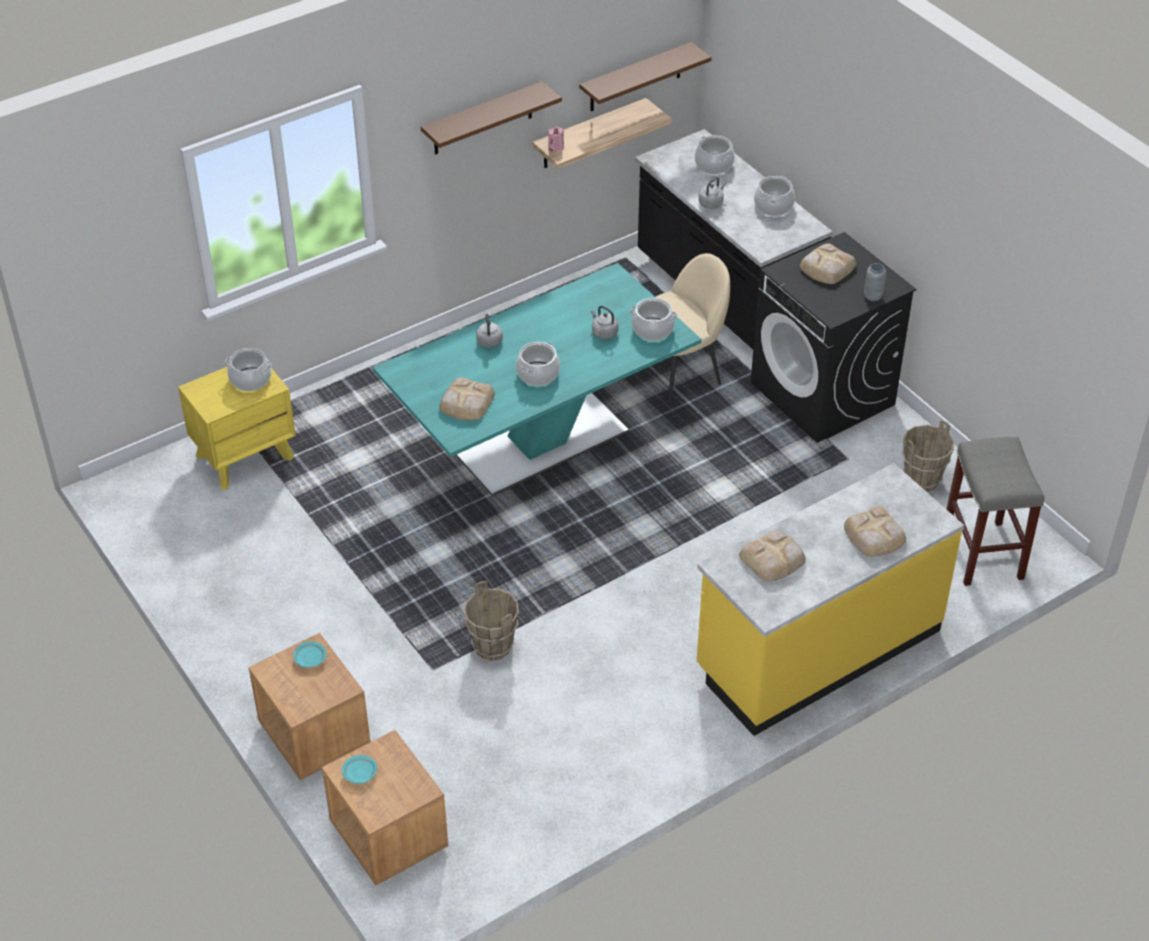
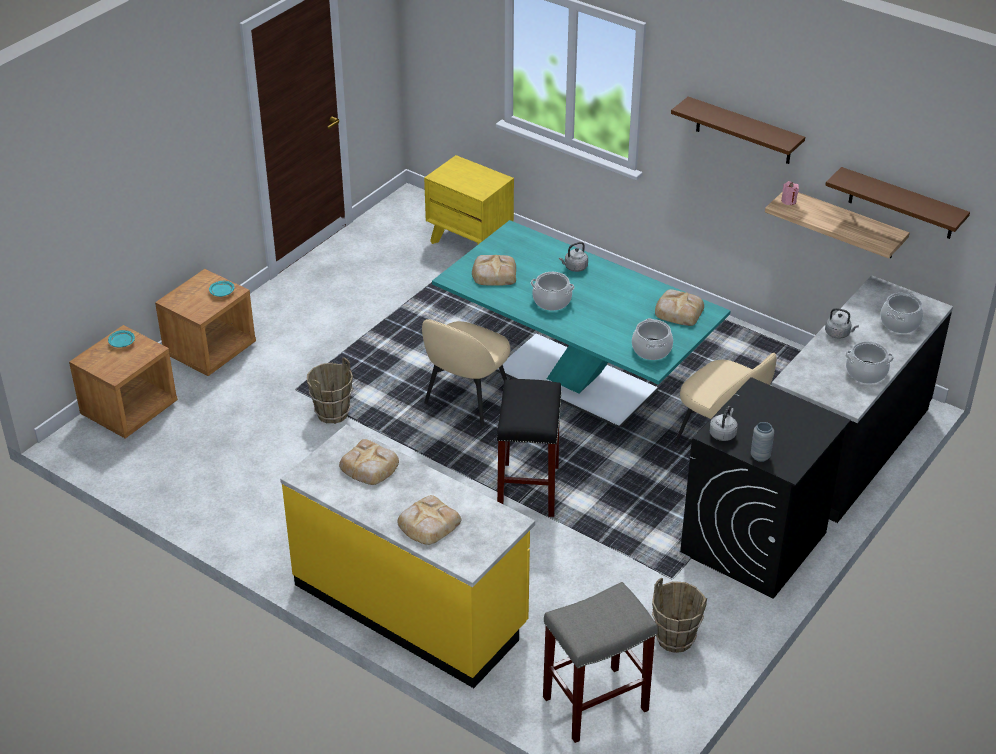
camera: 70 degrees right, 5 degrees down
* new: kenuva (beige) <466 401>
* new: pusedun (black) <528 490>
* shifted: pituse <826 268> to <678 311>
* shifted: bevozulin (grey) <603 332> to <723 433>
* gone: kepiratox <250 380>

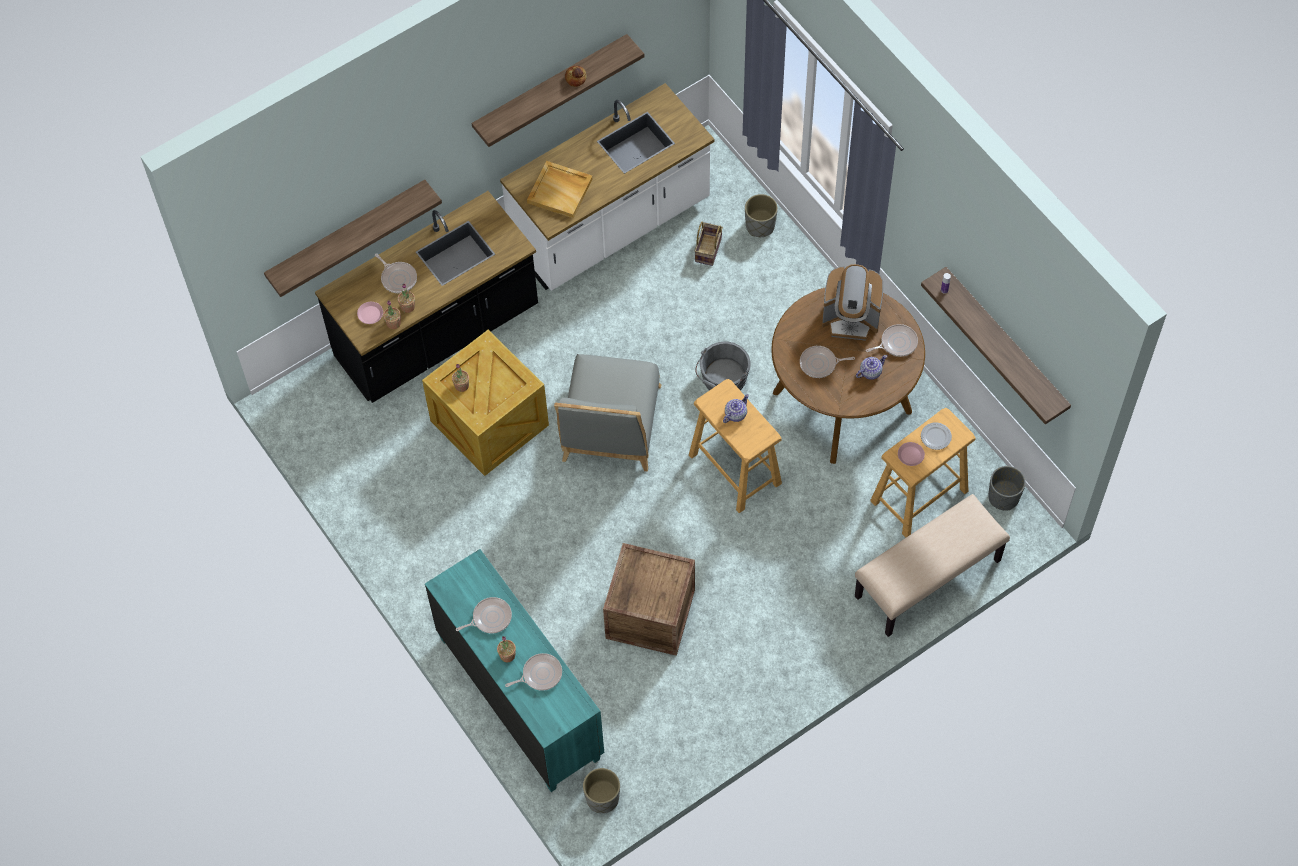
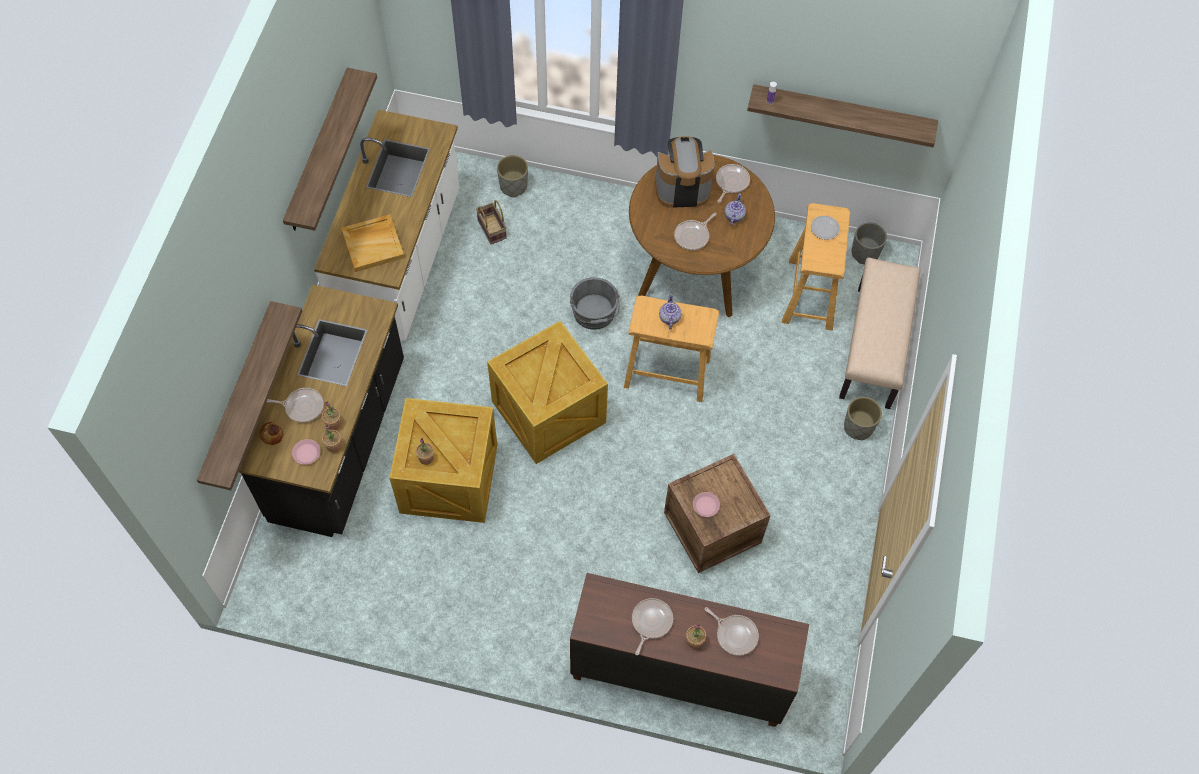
camera: 45 degrees left, 0 degrees up
* shifted: pituse <576 78> to <272 435>
* swapped: kenuva (grey) <610 430> to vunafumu <548 413>
* repainted: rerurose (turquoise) <520 697> to rerurose (brown) <679 672>
* rotated: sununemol <851 319> = <682 188> 150 degrees counterclockwise
* shifted: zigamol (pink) <910 455> to <705 506>
* rotated: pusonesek <540 674> = <735 634> 105 degrees clockwise
* shifted: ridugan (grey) <602 798> to <858 427>

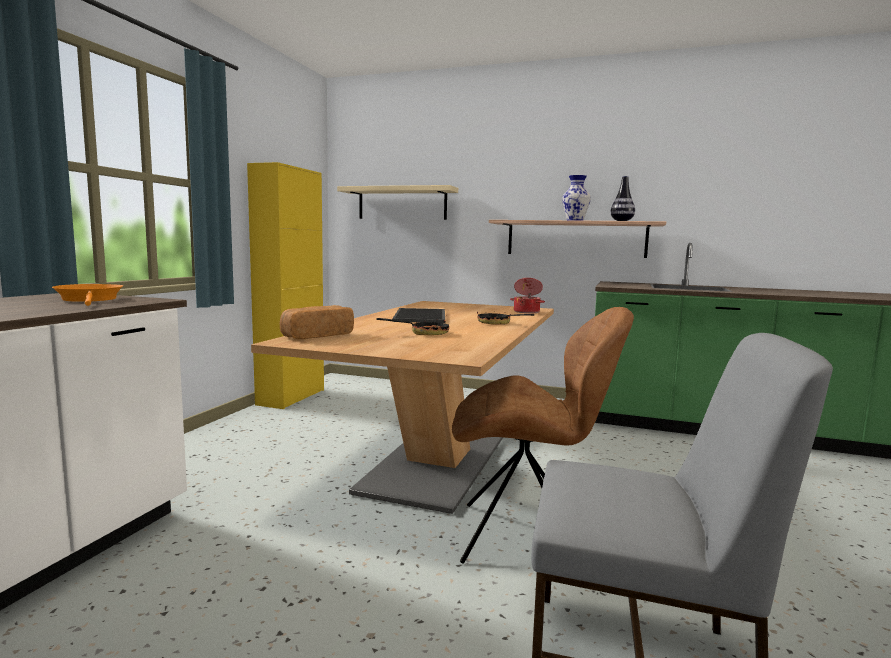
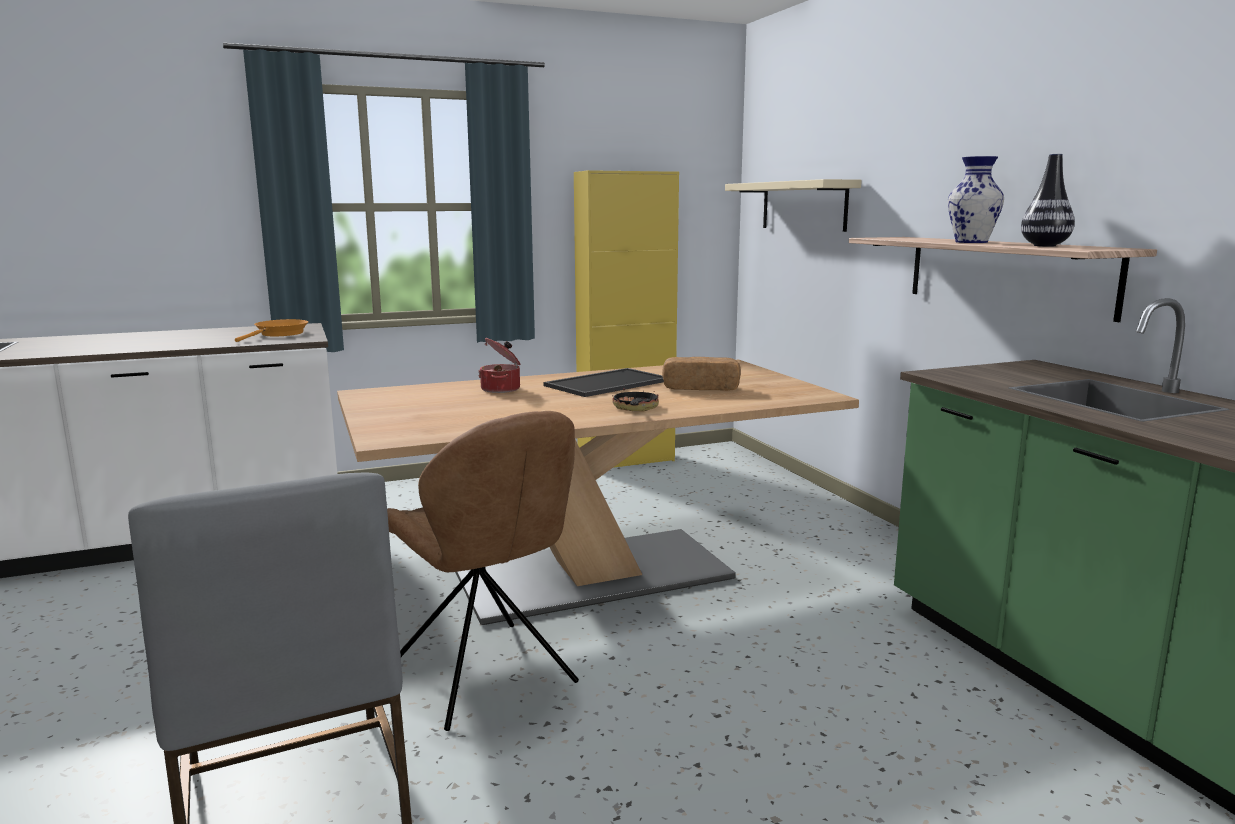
camera: 50 degrees right, 5 degrees up
* shifted: kepiratox <527 312> to <502 389>
* shifted: pituse <317 335> to <700 388>
* gone: pusonesek <423 333>

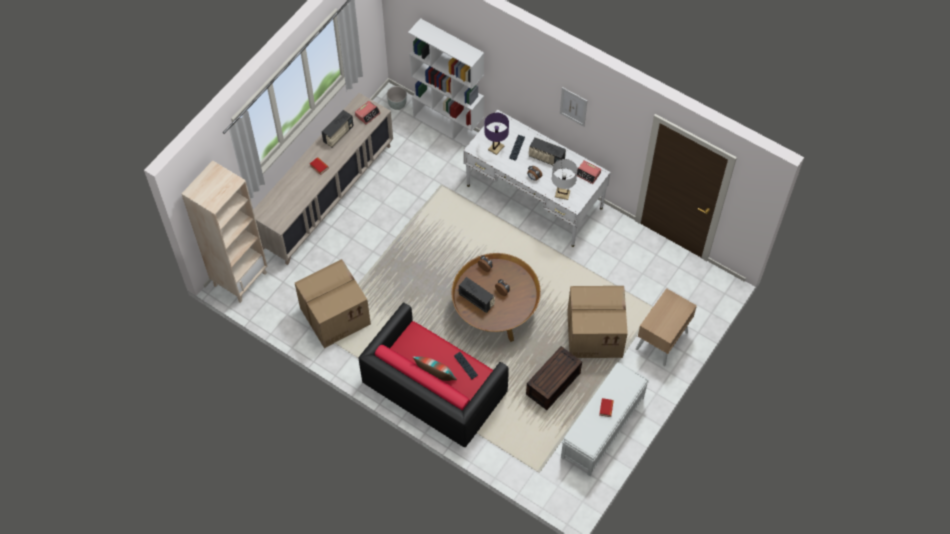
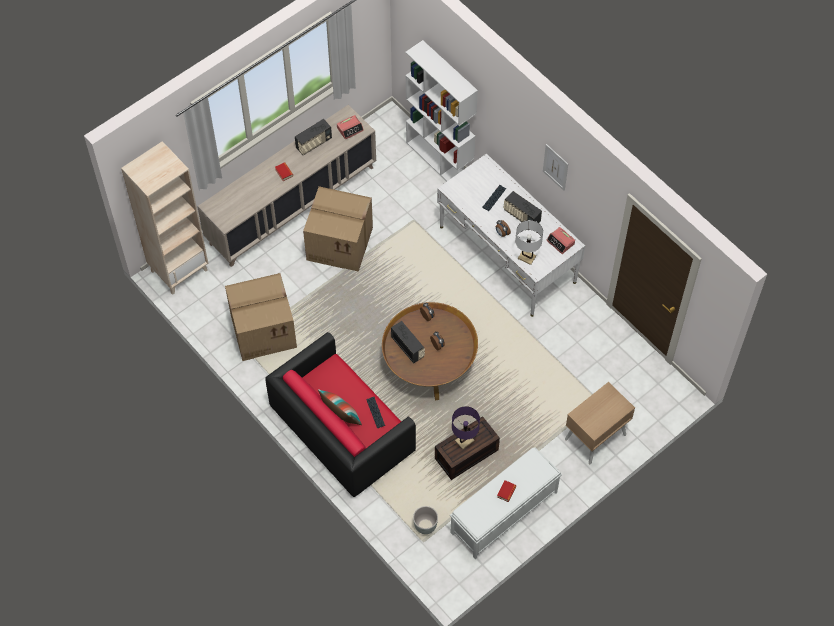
camera: 15 degrees right, 0 degrees up
* shifted: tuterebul <595 333> to <340 243>
* shifted: ridugan (grey) <397 105> to <425 526>
* shifted: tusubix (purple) <496 148> to <464 440>

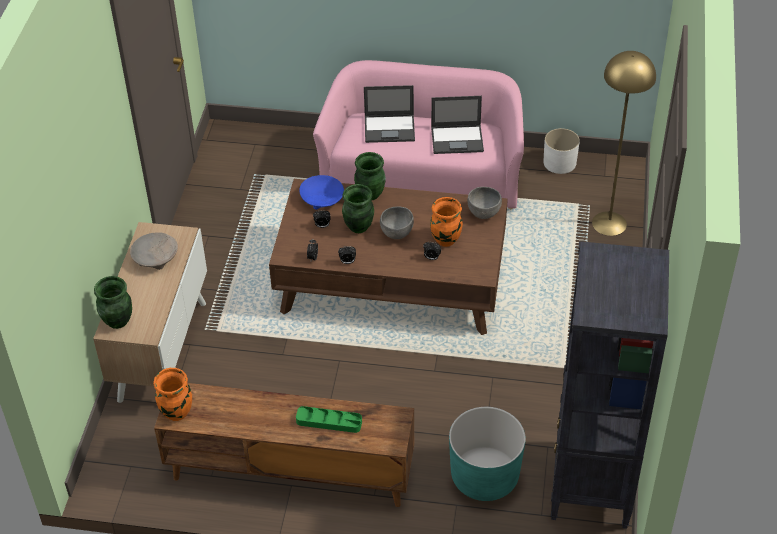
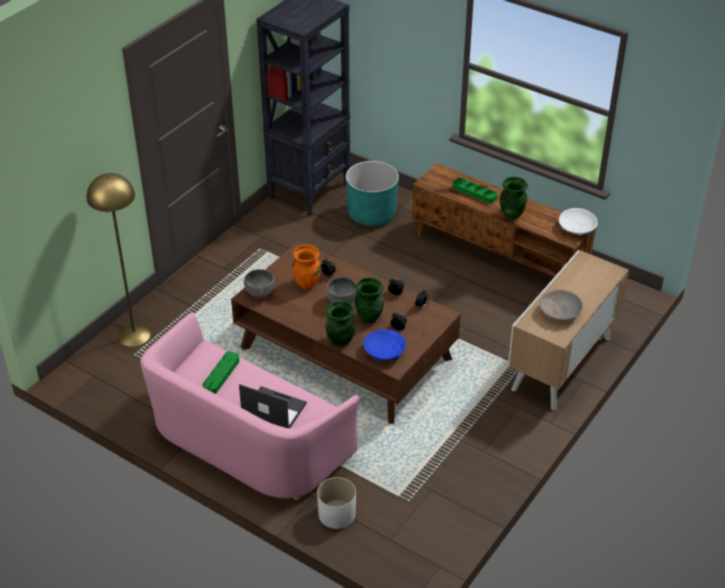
camera: 155 degrees left, 5 degrees down
* swapped: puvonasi <458 139> to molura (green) <221 375>
* shifted: ridugan (white) <560 162> to <336 514>
* shifted: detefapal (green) <118 321> to <511 214>
* swapped: detefapal (orange) <176 413> to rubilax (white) <577 228>

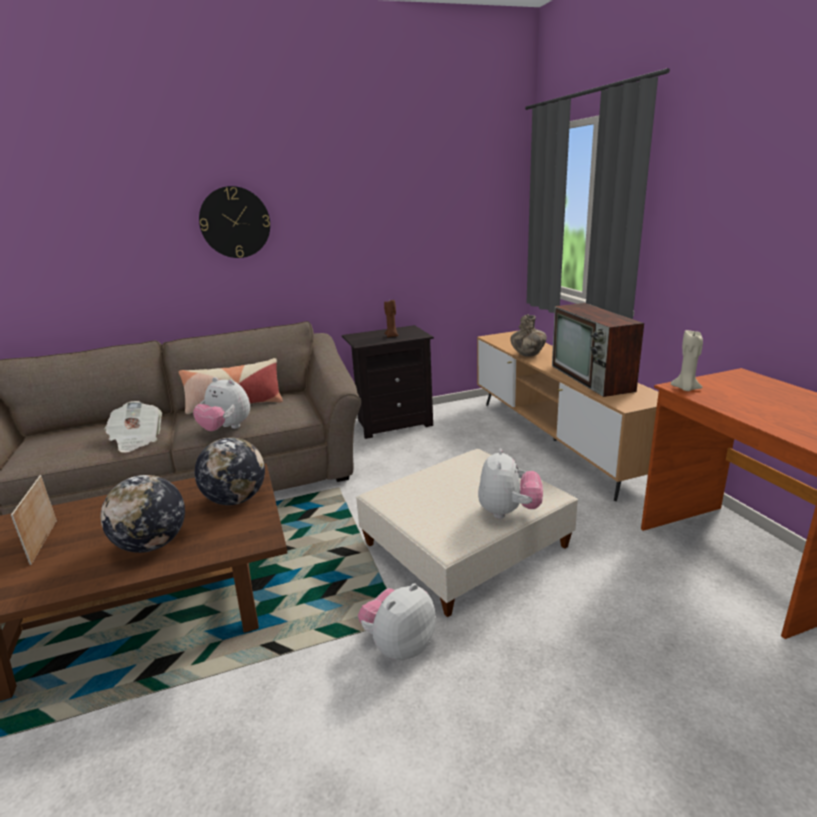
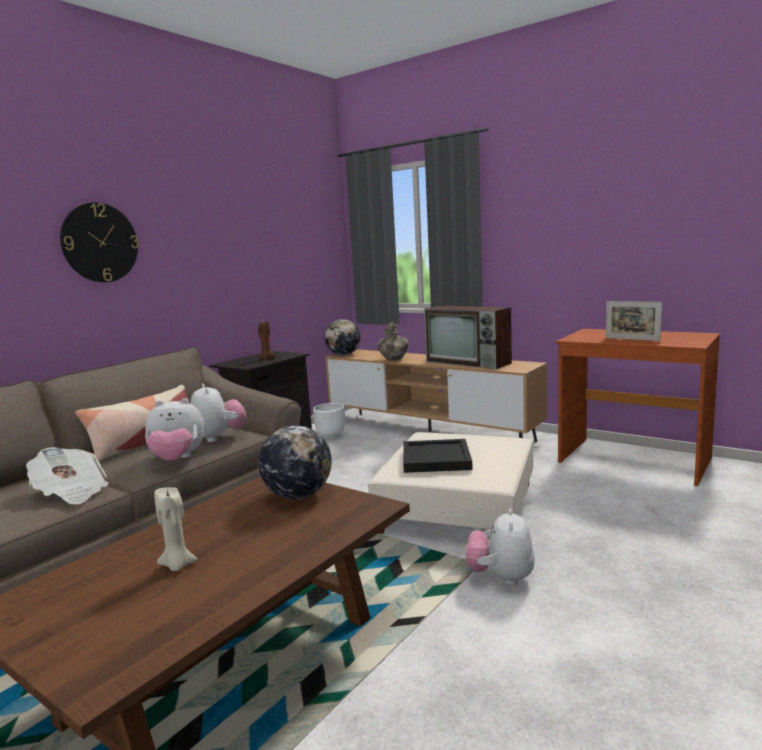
camera: 35 degrees left, 10 degrees down
* shifted: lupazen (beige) <685 389> to <177 565>
* shifted: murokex <508 512> to <219 437>
* new: ridugan (white) <331 436>
* shifted: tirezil <152 545> to <344 355>
* new: molura (black) <435 459>
* shifted: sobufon <44 541> to <632 339>

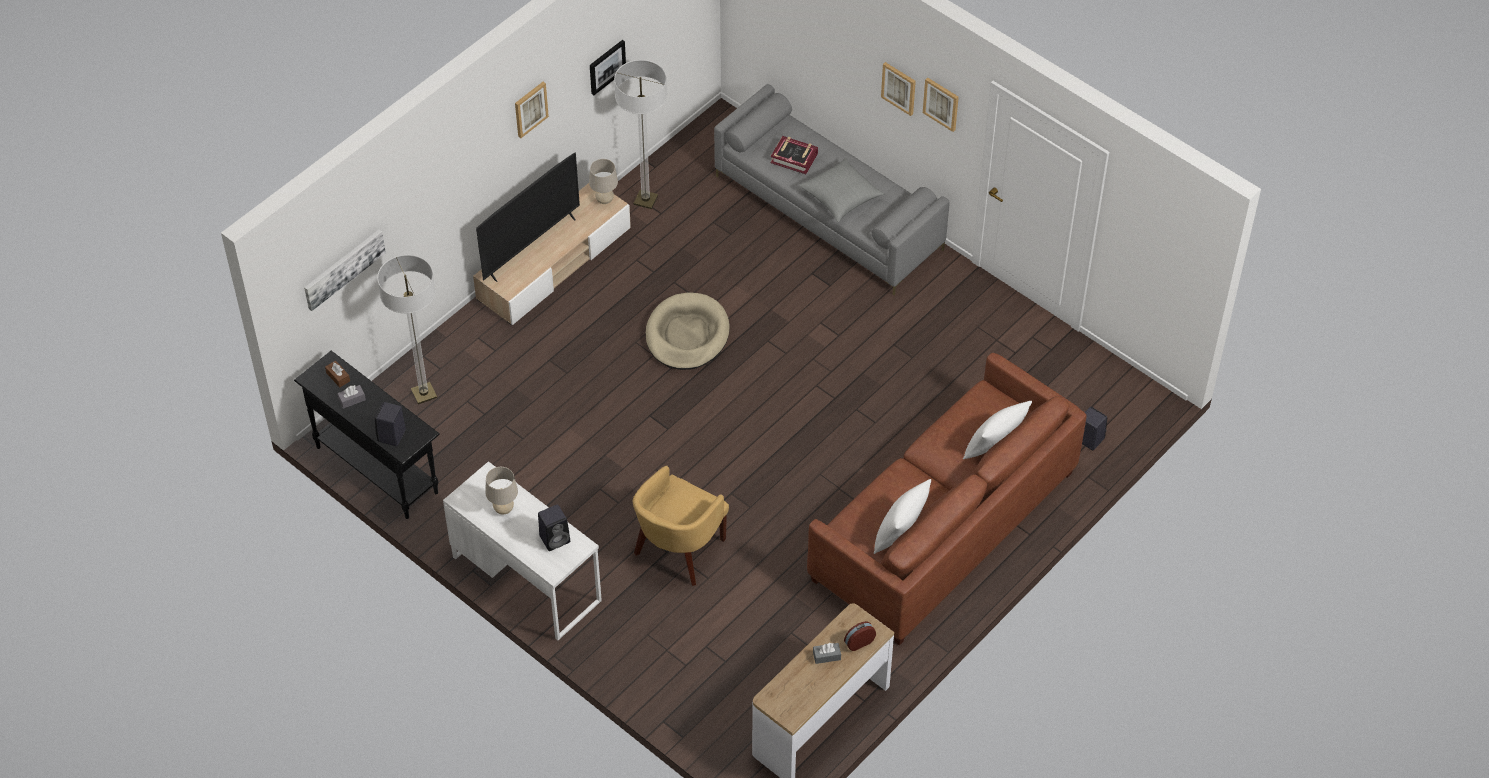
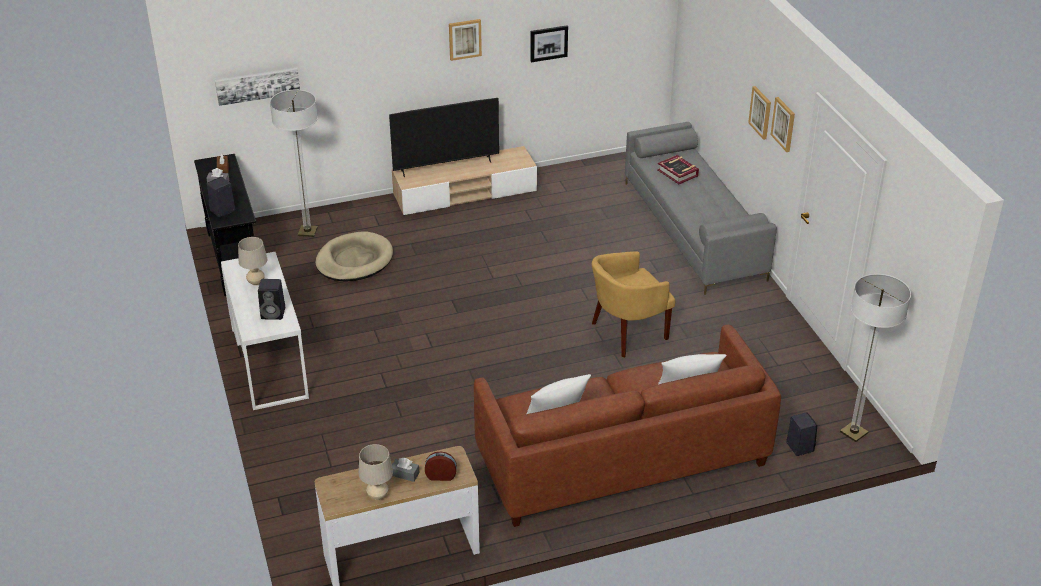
camera: 30 degrees right, 15 degrees down
* shifted: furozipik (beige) <687 335> to <354 260>
* shifted: tusubix (beige) <604 200> to <377 495>
* shifted: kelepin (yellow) <679 550> to <627 333>
* shifted: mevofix <645 200> to <853 432>
* gone: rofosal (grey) <841 197>

